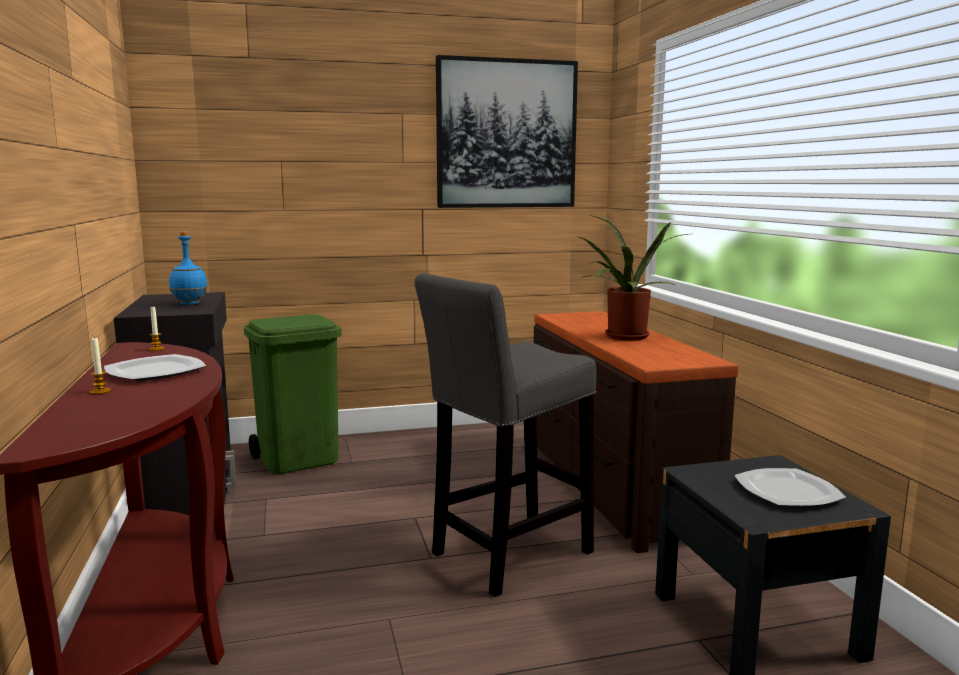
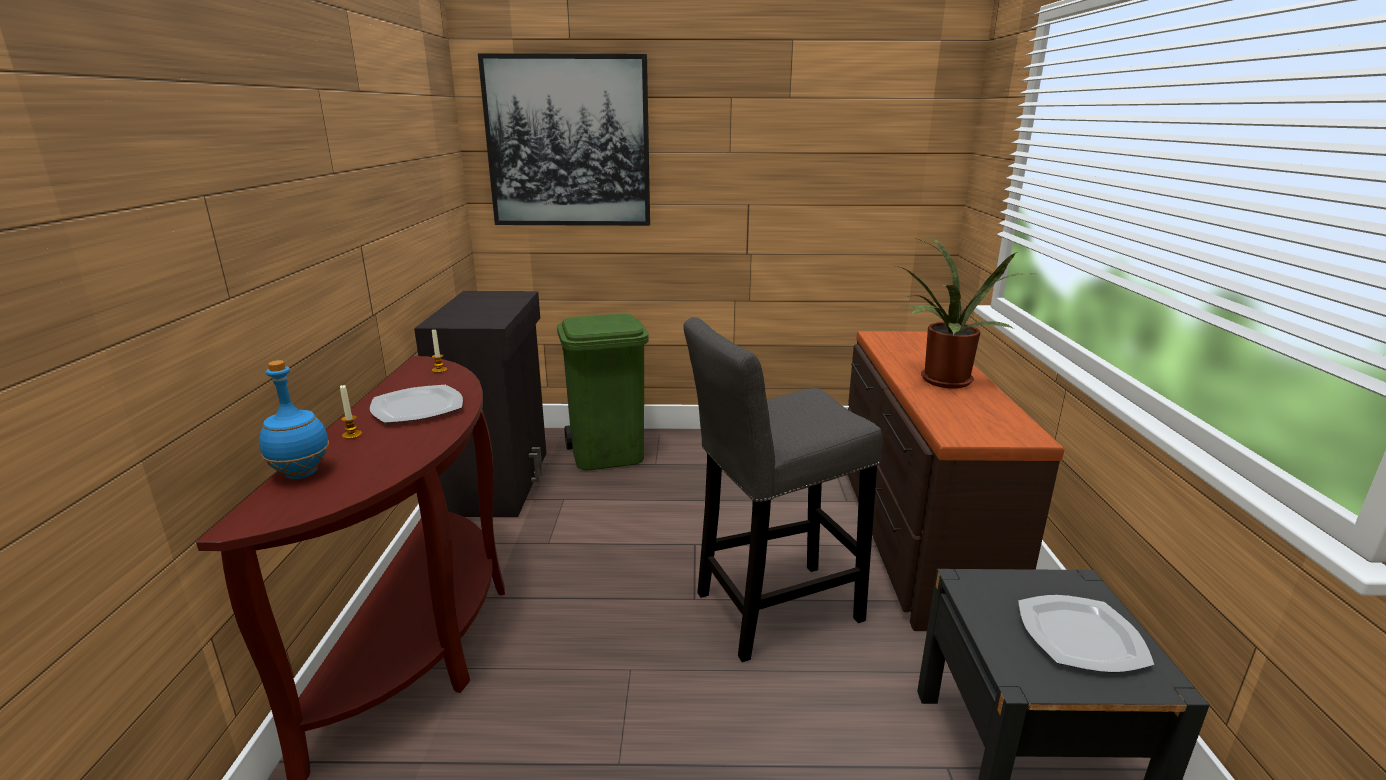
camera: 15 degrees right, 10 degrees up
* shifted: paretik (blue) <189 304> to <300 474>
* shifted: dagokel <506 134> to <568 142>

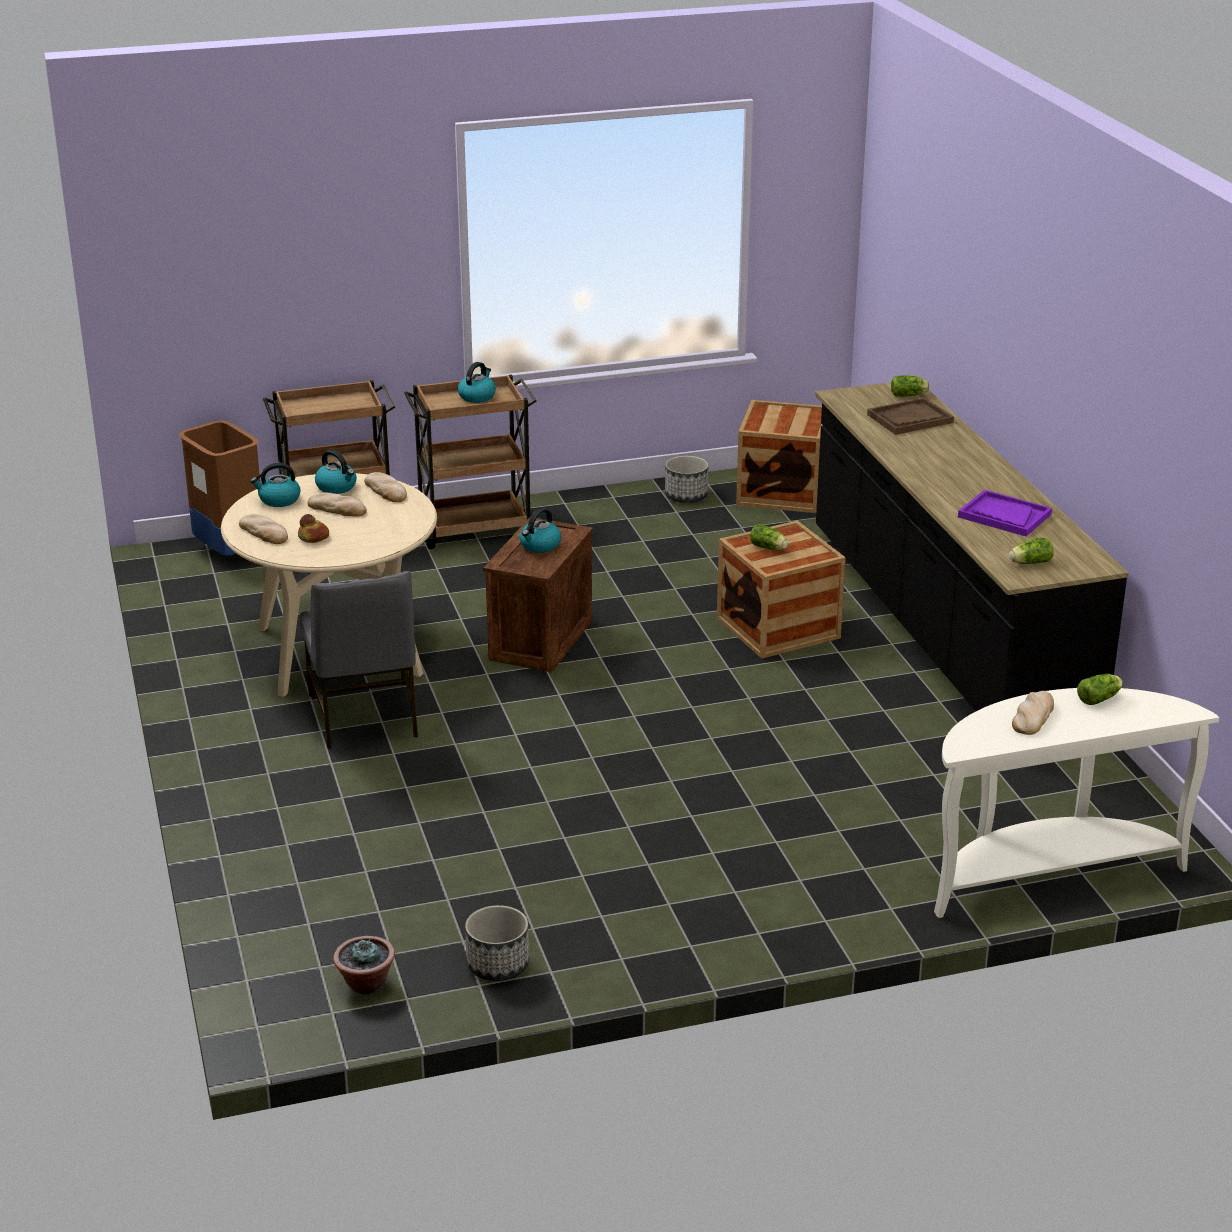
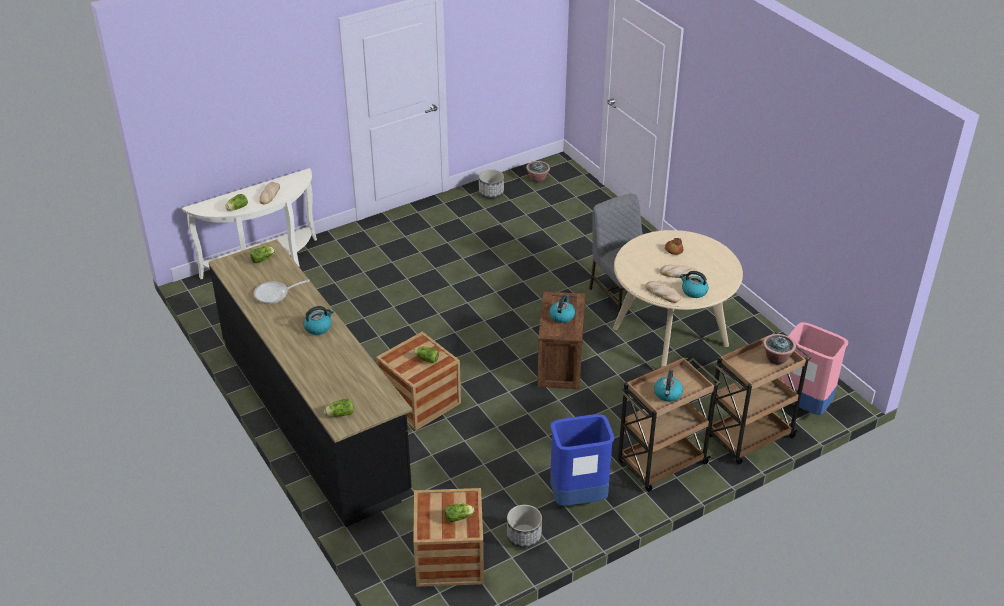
camera: 165 degrees right, 10 degrees up
* swapped: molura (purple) <1004 516> to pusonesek <275 294>
* shifted: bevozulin <279 500> to <318 327>
* new: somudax <459 517>
* new: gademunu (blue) <578 498>
* new: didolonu <776 359>
* repainted: gademunu (brown) <231 553> to gademunu (pink) <803 406>
* gone: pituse <264 532>
* gone: molura (brown) <909 419>

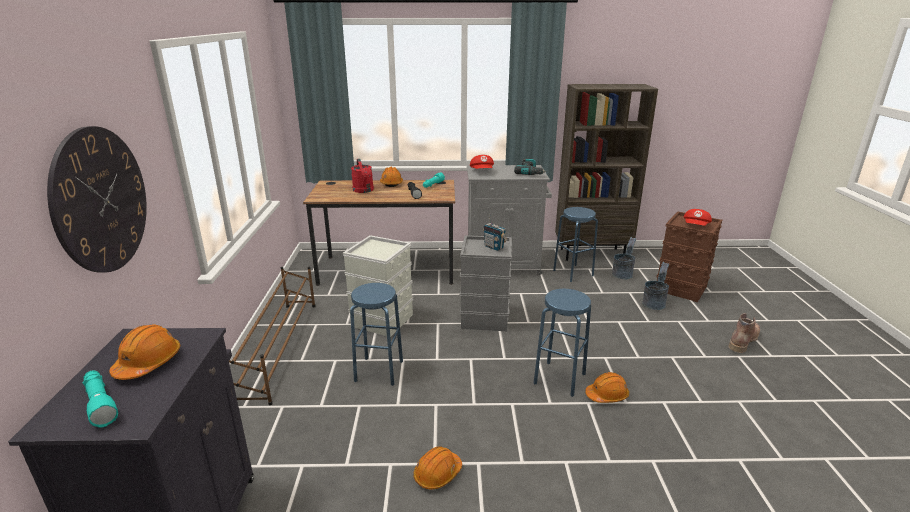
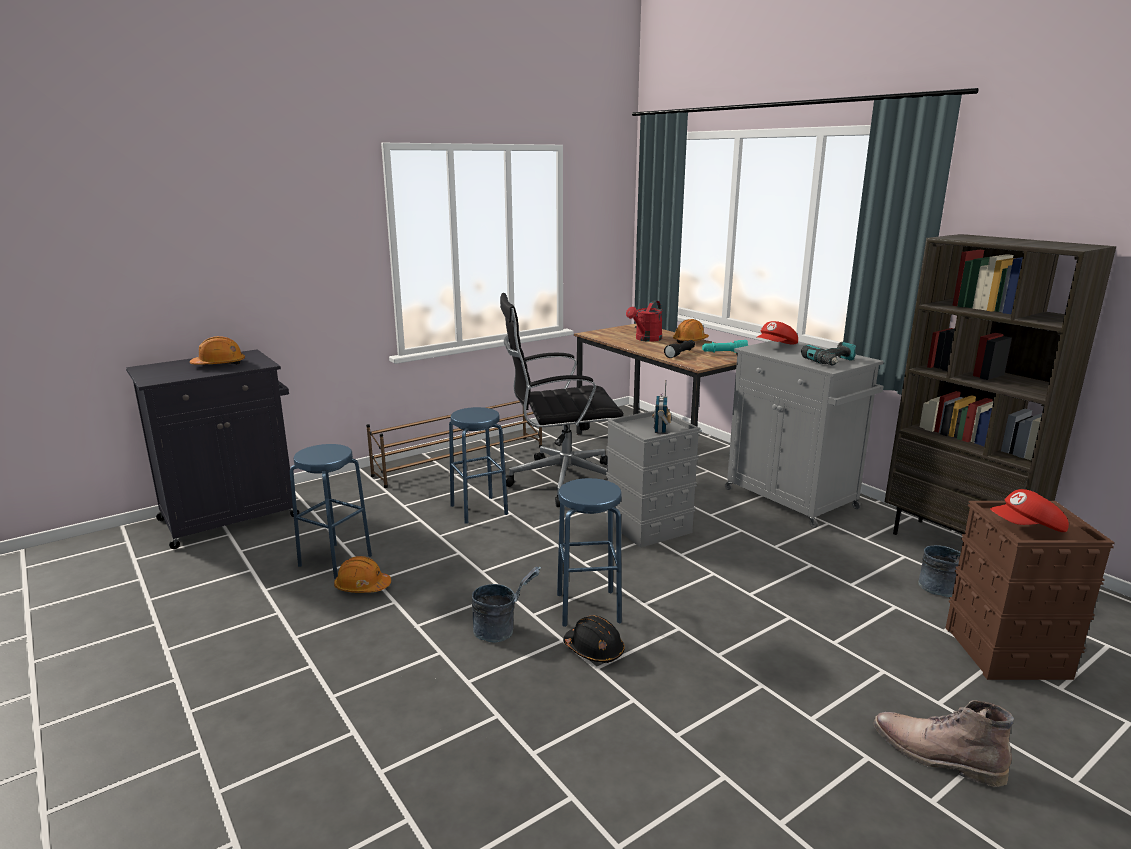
camera: 55 degrees right, 5 degrees down
* shifted: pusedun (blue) <573 273> to <335 560>
* shifted: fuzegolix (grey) <654 303> to <502 630>
* swapped: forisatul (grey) <381 320> to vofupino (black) <561 481>
* repainted: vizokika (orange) <607 395> to vizokika (black) <594 650>
* rotated: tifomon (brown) <743 340> = <935 755> 150 degrees counterclockwise
* gone: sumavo <101 200>
* gone: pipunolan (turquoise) <100 404>

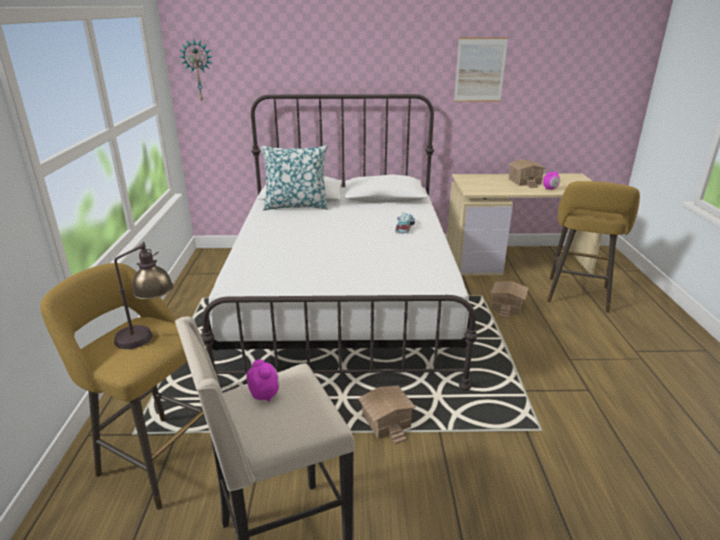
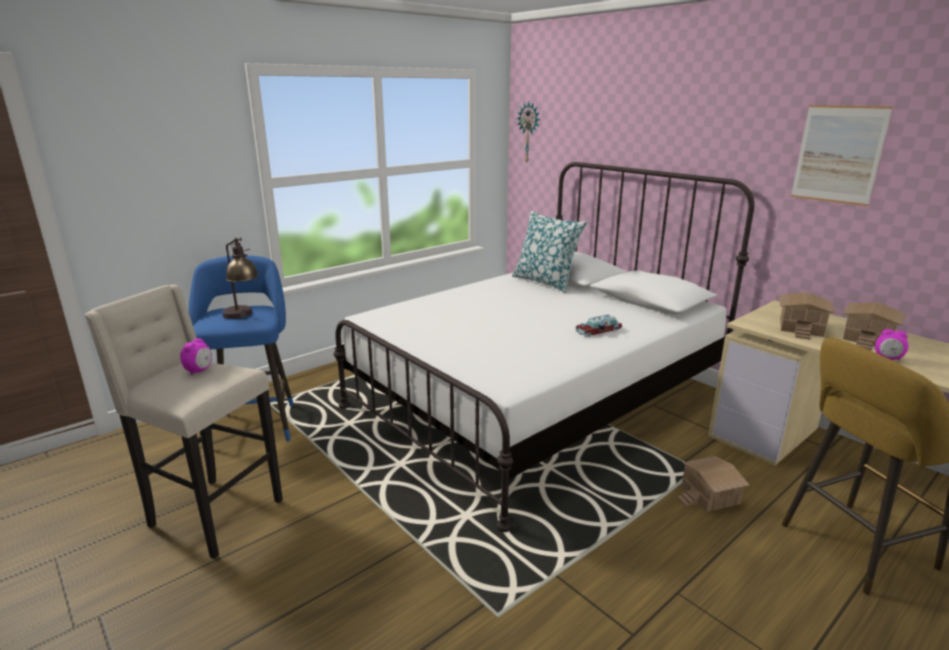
camera: 50 degrees right, 5 degrees down
* repainted: pusedun (yellow) <156 457> to pusedun (blue) <255 423>
* shifted: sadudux <387 421> to <802 327>

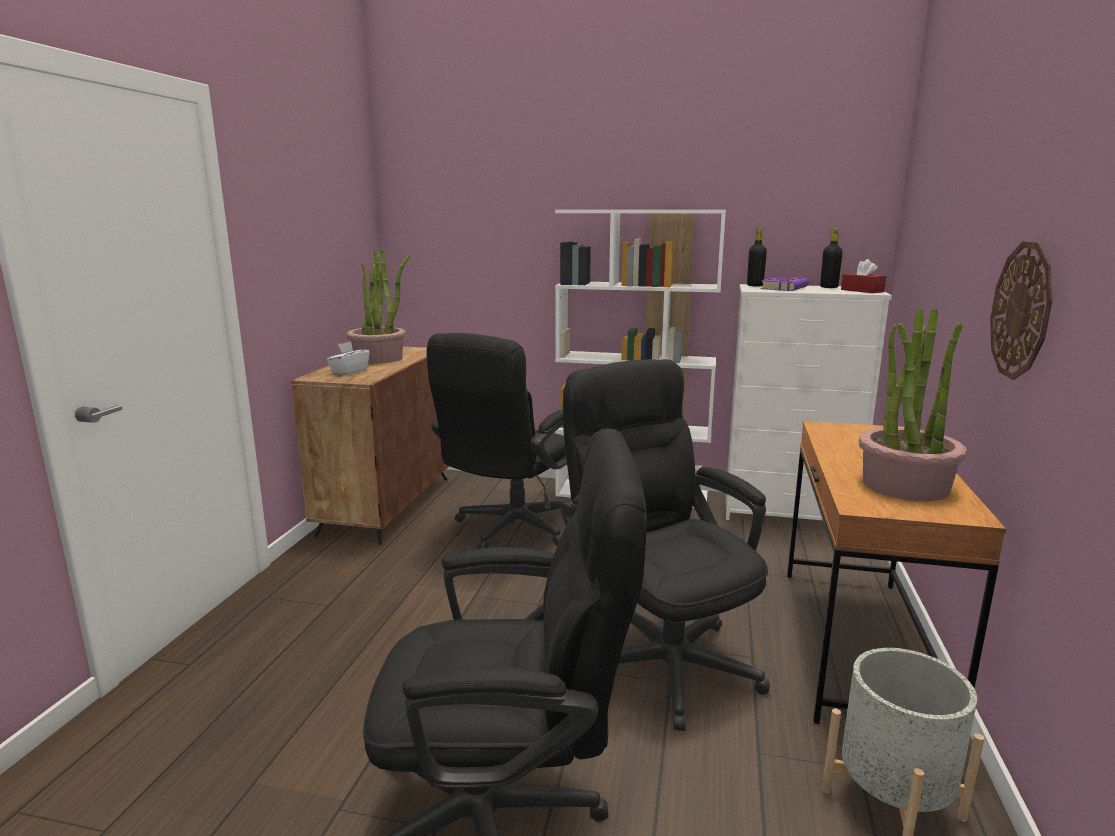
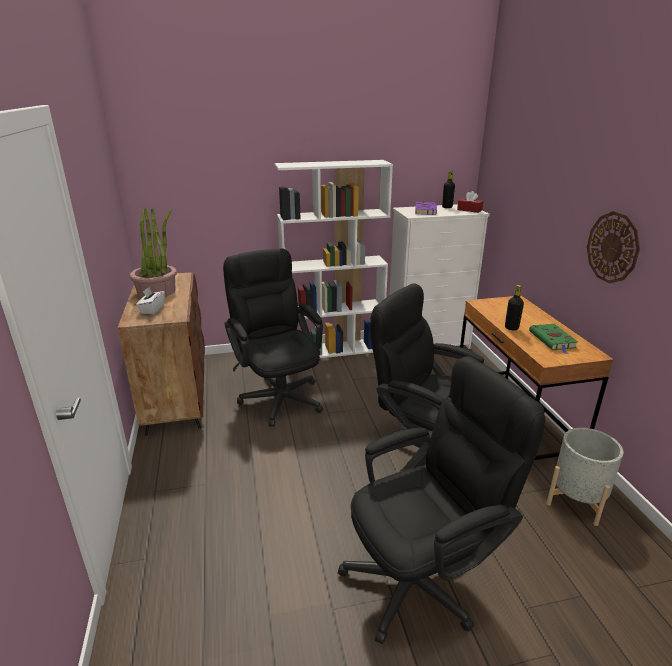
camera: 25 degrees left, 10 degrees up
* rotated: vofupino (black) <509 530> = <278 394> 150 degrees clockwise
* shifted: paretik (black) <755 285> to <511 328>
* swapped: didolonu <904 485> to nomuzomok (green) <553 340>

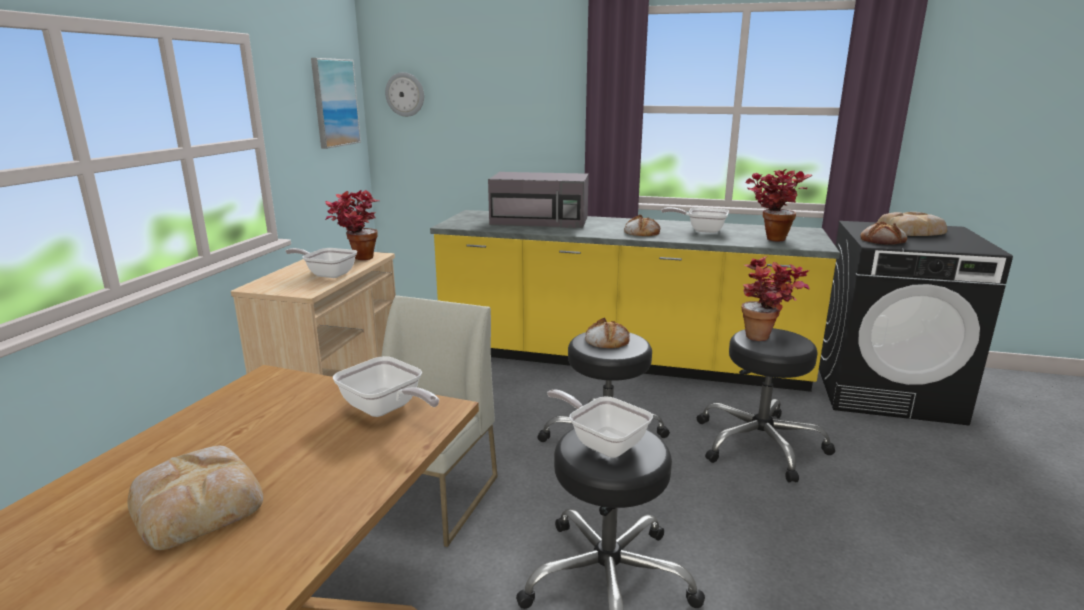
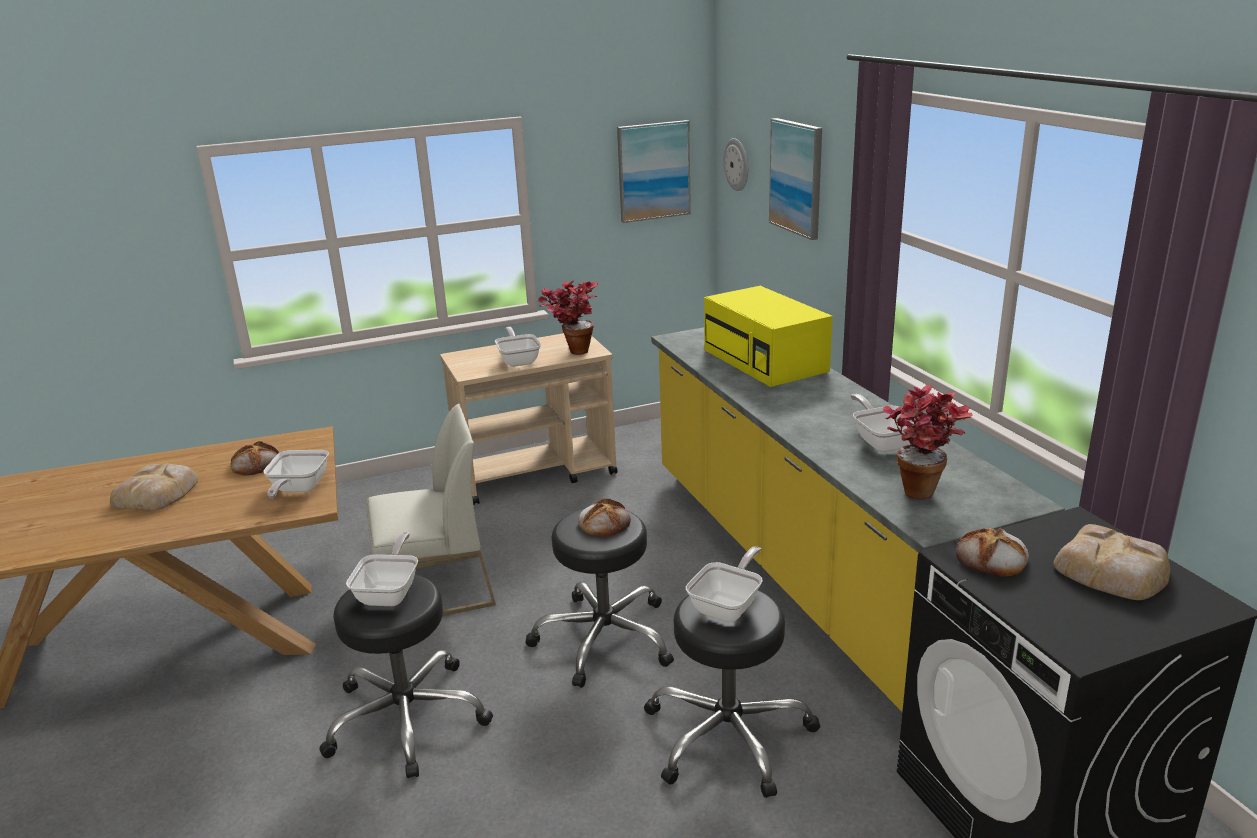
camera: 55 degrees right, 5 degrees up
* shifted: pituse <641 232> to <256 464>
* swapped: didolonu <766 338> to pusonesek <728 606>
* repainted: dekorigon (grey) <541 220> to dekorigon (yellow) <766 361>
* new: dagokel <797 177>

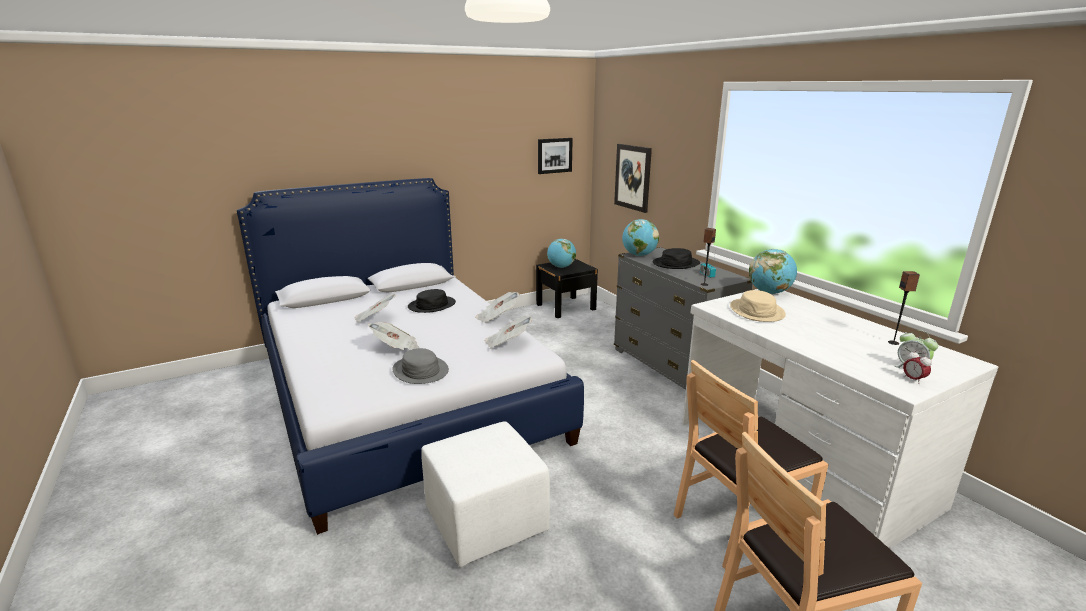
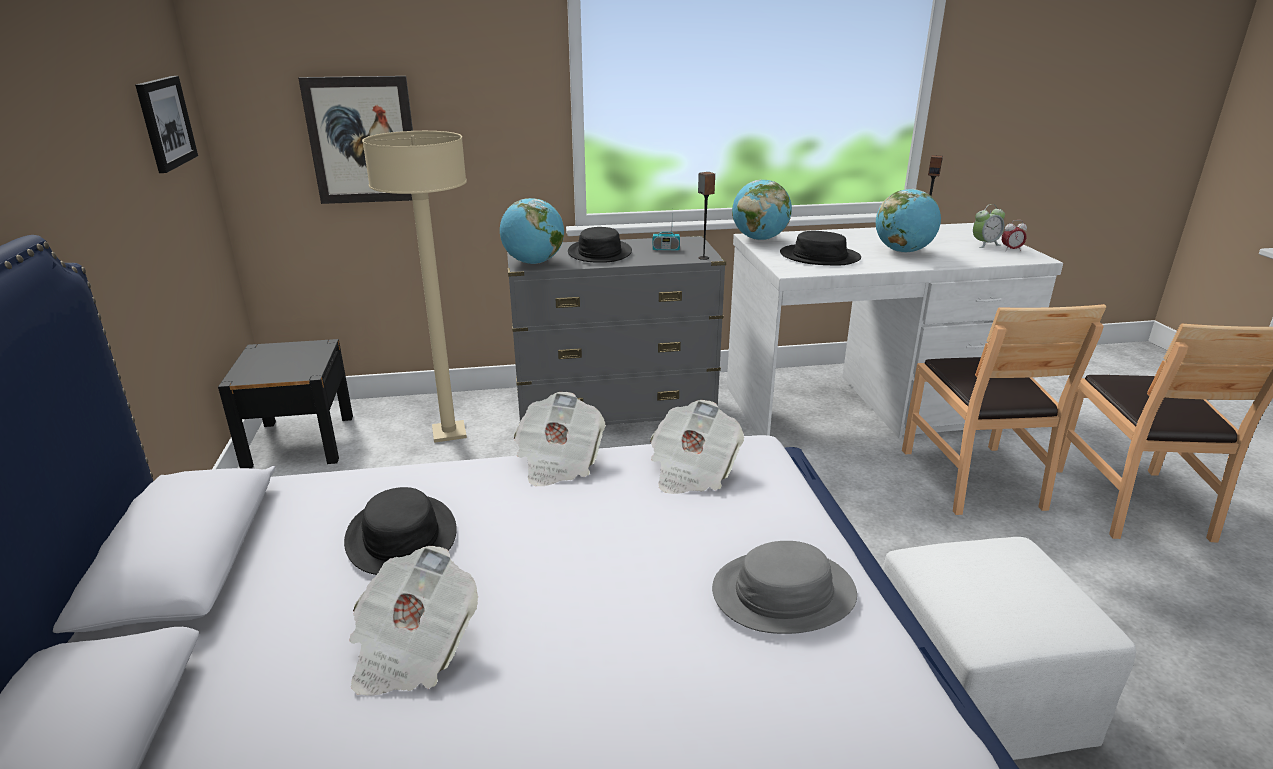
camera: 70 degrees left, 5 degrees up
* new: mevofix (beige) <449 433>
* repainted: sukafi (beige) <757 311> to sukafi (black) <819 256>
* shifted: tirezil <561 267> to <903 251>
* gone: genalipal <397 349>

